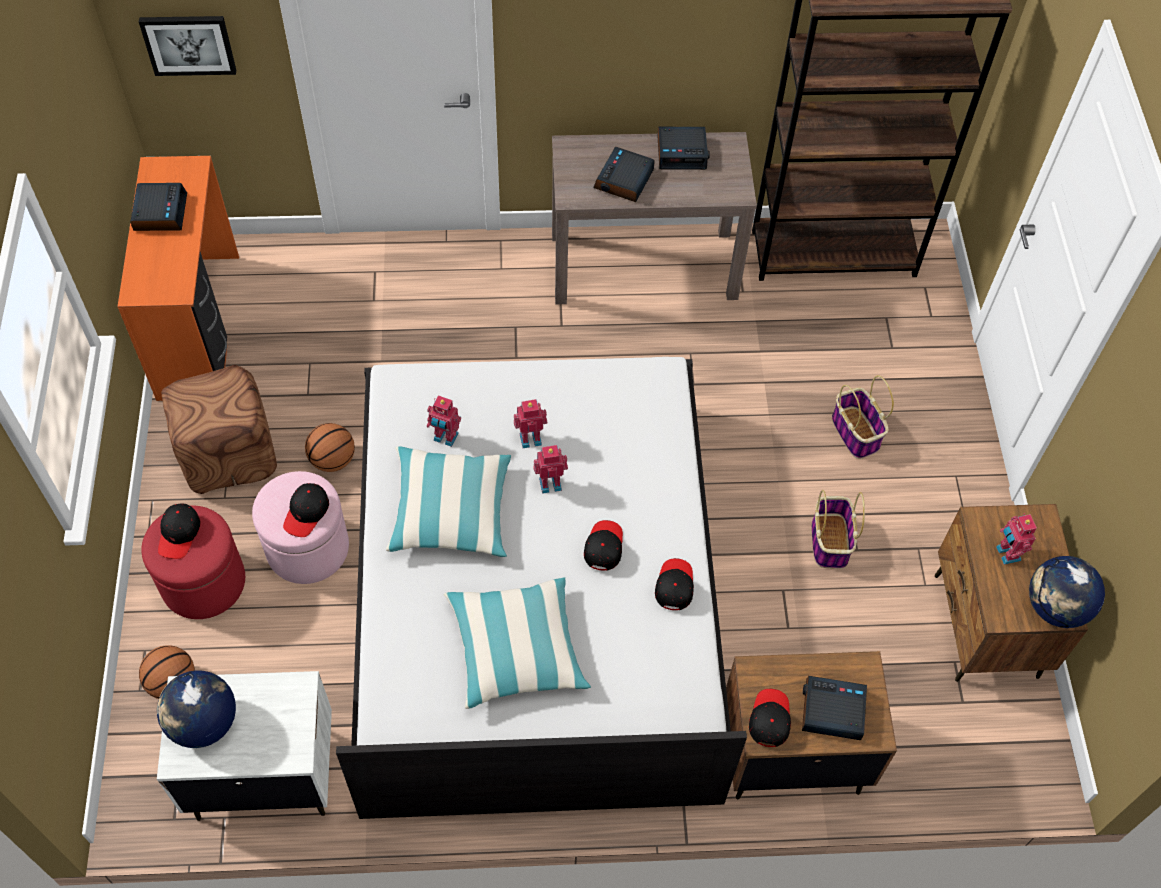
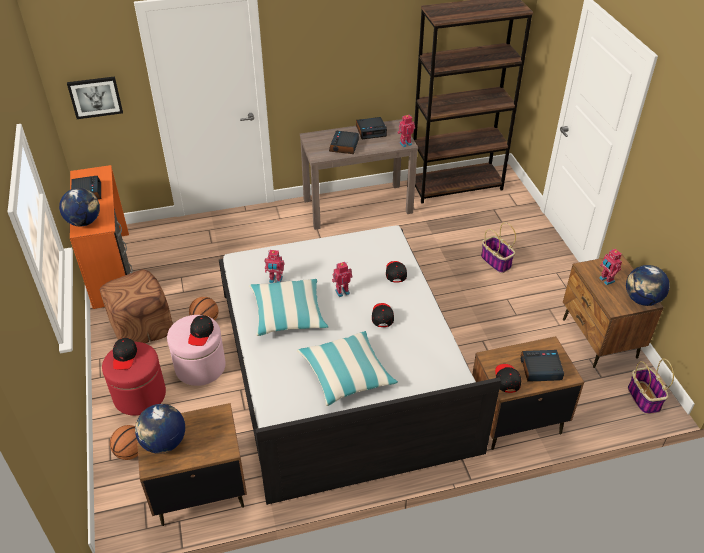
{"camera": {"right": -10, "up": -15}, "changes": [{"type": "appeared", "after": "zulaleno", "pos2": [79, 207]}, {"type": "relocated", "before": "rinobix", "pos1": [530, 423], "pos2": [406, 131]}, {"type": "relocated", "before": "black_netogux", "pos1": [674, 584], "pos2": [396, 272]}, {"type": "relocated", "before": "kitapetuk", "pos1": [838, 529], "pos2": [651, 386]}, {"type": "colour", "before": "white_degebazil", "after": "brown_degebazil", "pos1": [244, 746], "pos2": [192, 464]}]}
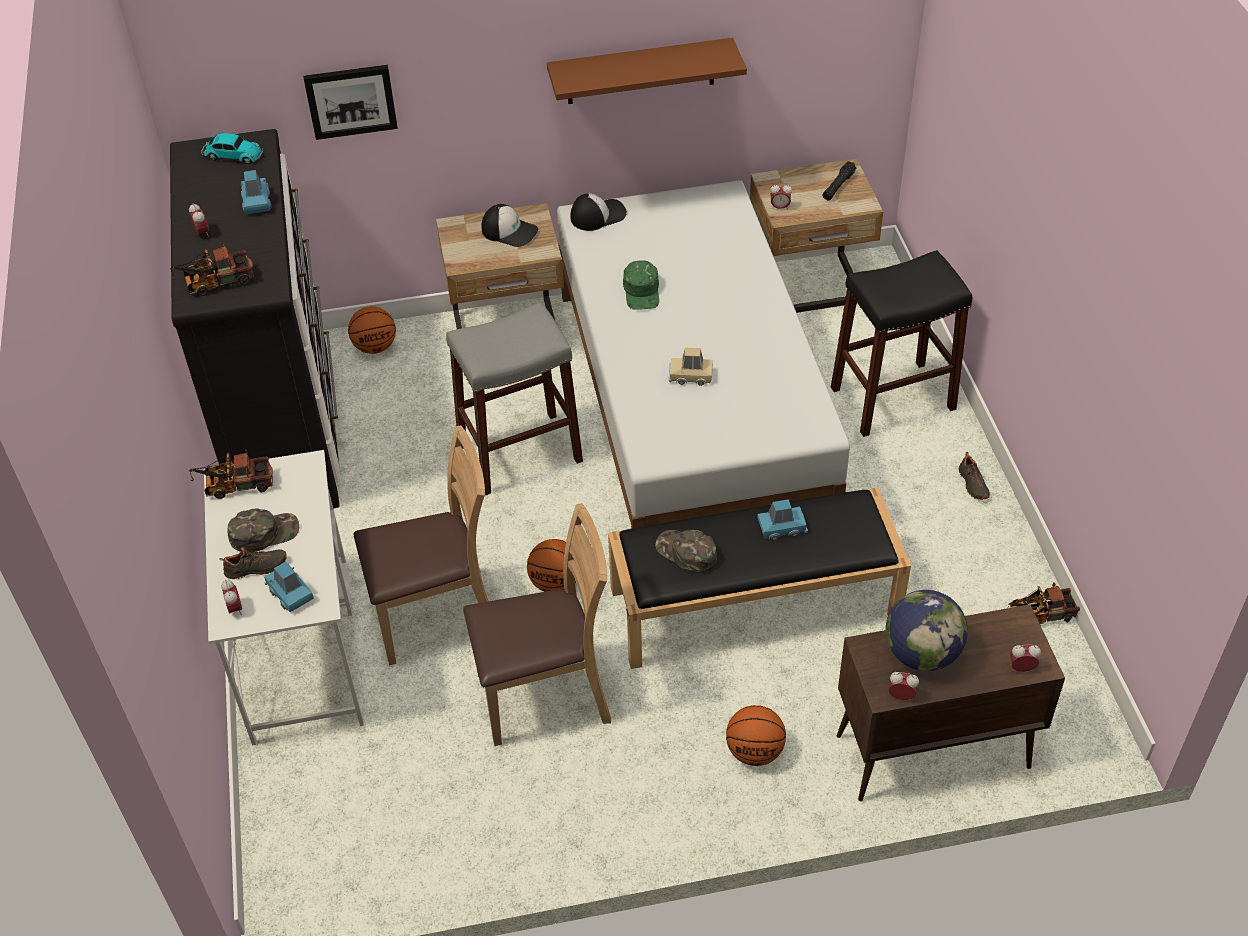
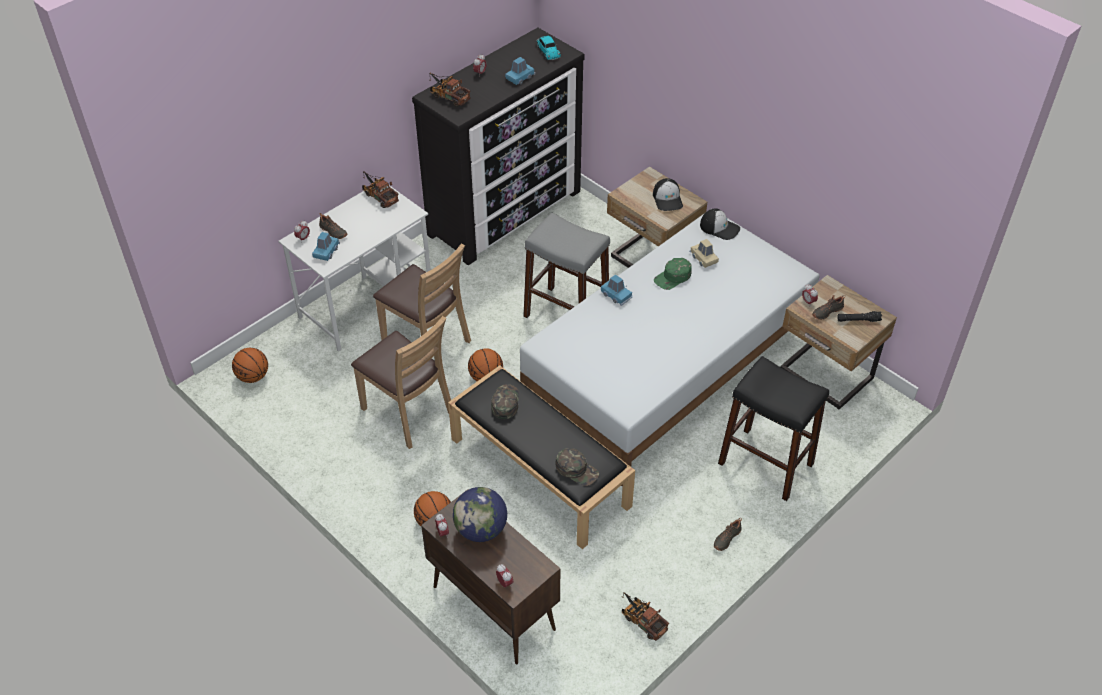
{"camera": {"right": 55, "up": 0}, "changes": [{"type": "missing", "before": "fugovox", "pos1": [350, 102]}, {"type": "missing", "before": "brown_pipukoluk", "pos1": [647, 71]}, {"type": "appeared", "after": "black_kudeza", "pos2": [828, 307]}, {"type": "relocated", "before": "green_netogux", "pos1": [263, 530], "pos2": [577, 467]}, {"type": "relocated", "before": "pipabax", "pos1": [372, 330], "pos2": [250, 365]}, {"type": "relocated", "before": "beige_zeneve", "pos1": [691, 367], "pos2": [704, 253]}, {"type": "relocated", "before": "blue_zeneve", "pos1": [782, 519], "pos2": [617, 290]}]}
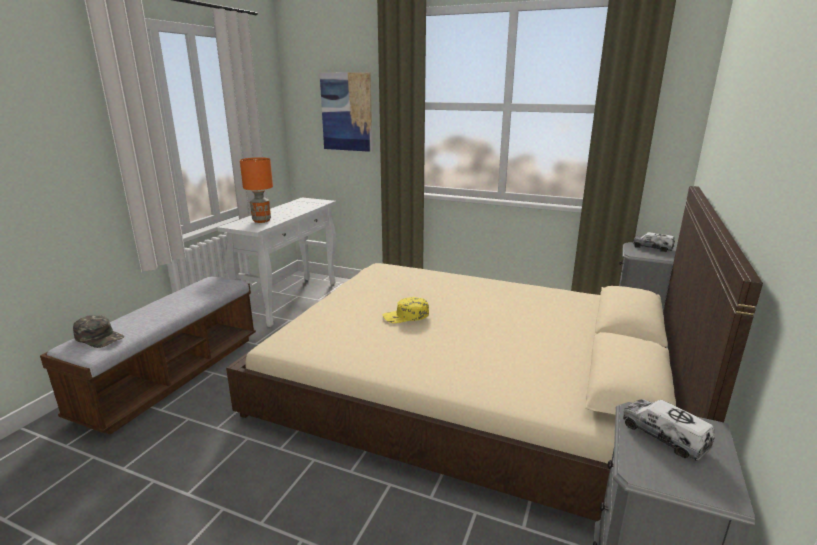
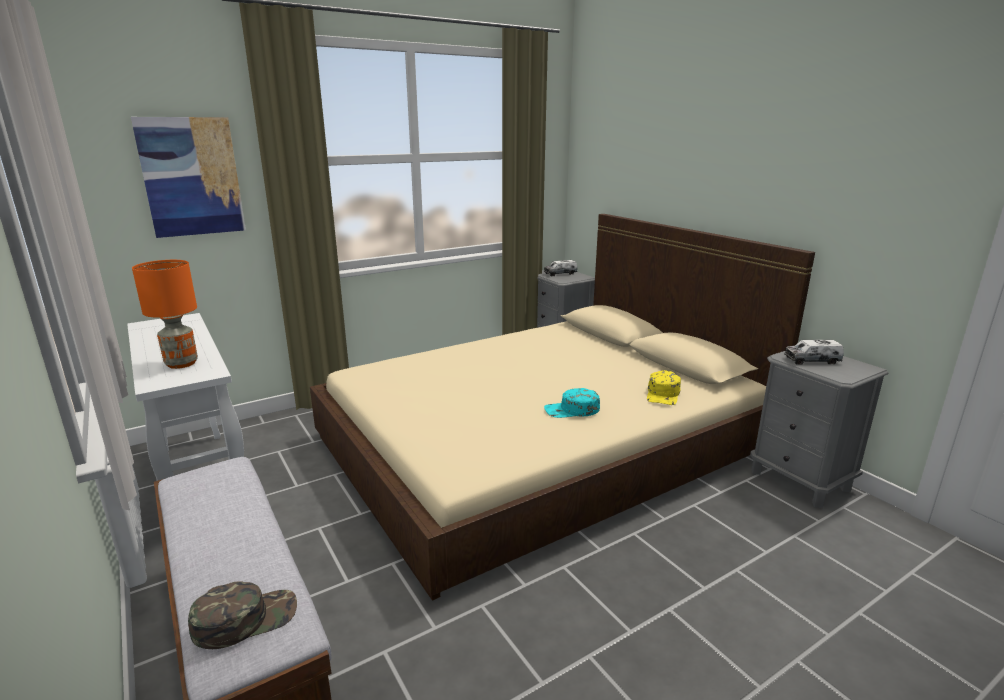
{"camera": {"right": -55, "up": 0}, "changes": [{"type": "appeared", "after": "turquoise_netogux", "pos2": [572, 403]}, {"type": "relocated", "before": "yellow_netogux", "pos1": [406, 310], "pos2": [664, 387]}]}
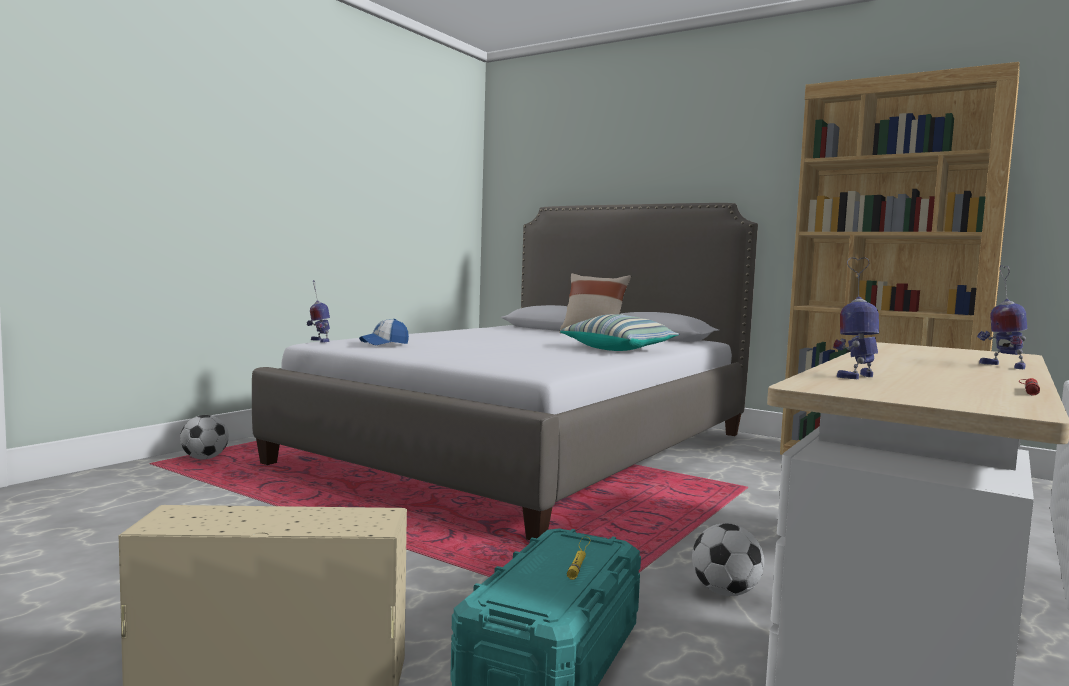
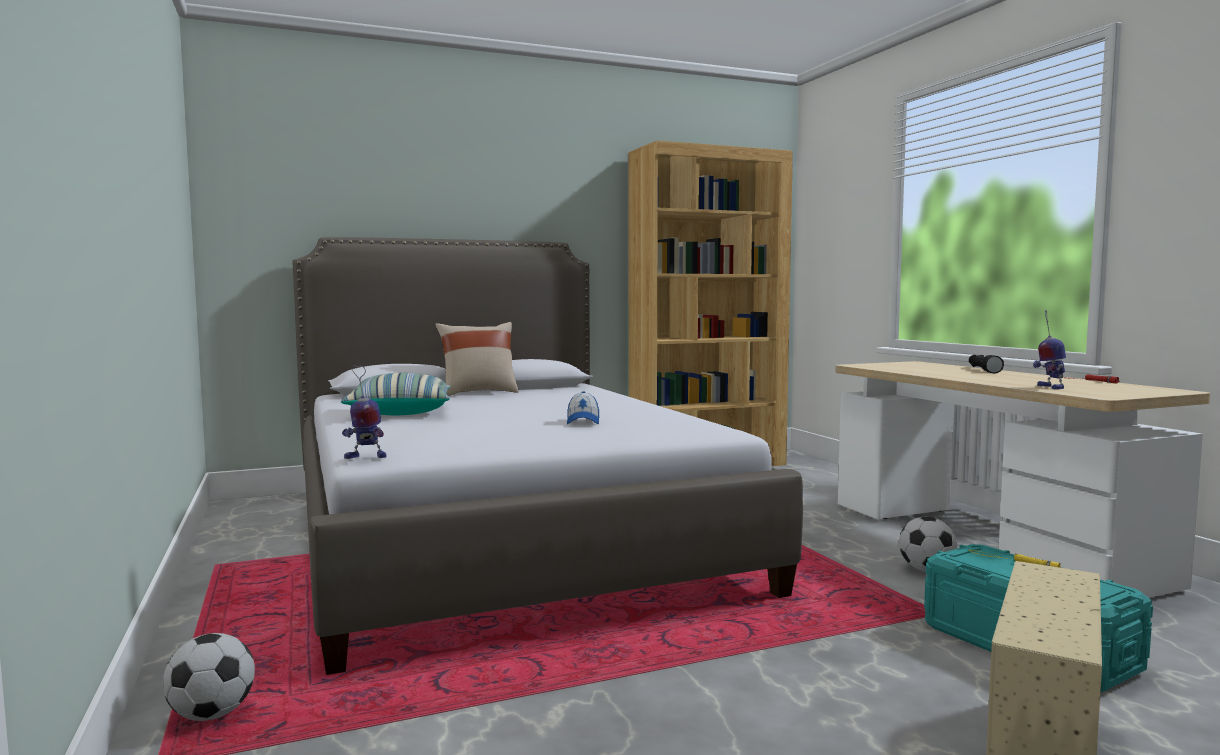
{"camera": {"right": -55, "up": 0}, "changes": [{"type": "relocated", "before": "netogux", "pos1": [384, 332], "pos2": [583, 407]}, {"type": "relocated", "before": "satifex", "pos1": [620, 332], "pos2": [396, 393]}, {"type": "exchanged", "before": "rinobix", "after": "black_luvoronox", "pos1": [1002, 317], "pos2": [986, 364]}]}
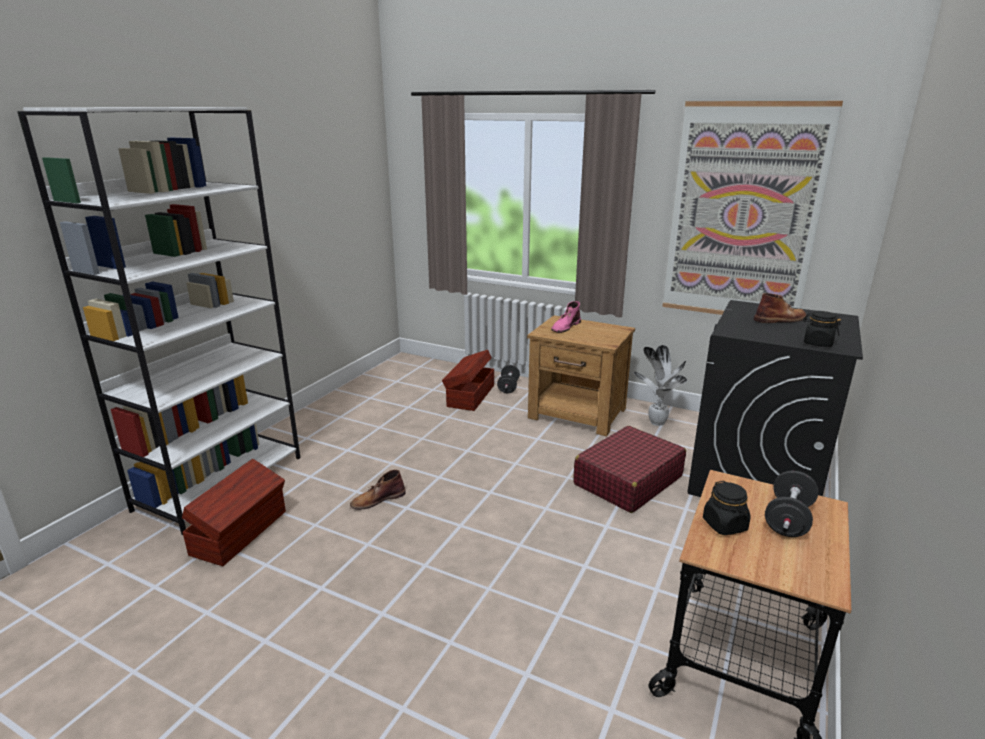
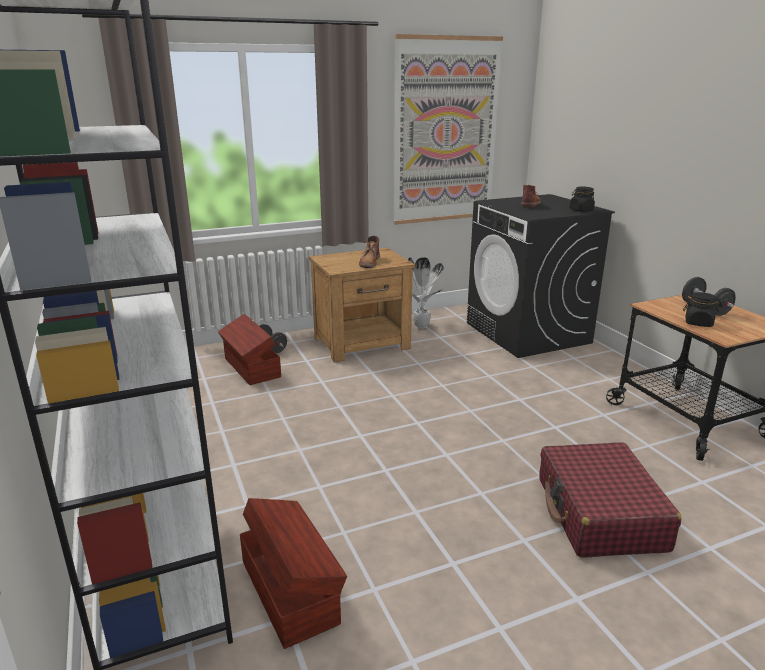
{"camera": {"right": -50, "up": 0}, "changes": [{"type": "missing", "before": "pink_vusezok", "pos1": [566, 317]}, {"type": "relocated", "before": "brown_vusezok", "pos1": [378, 490], "pos2": [369, 252]}, {"type": "relocated", "before": "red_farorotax", "pos1": [629, 469], "pos2": [610, 500]}]}
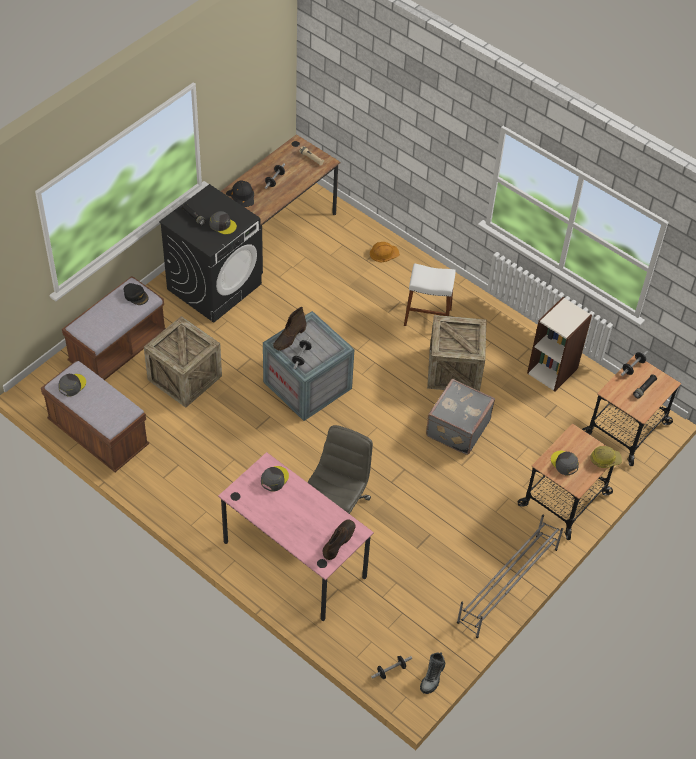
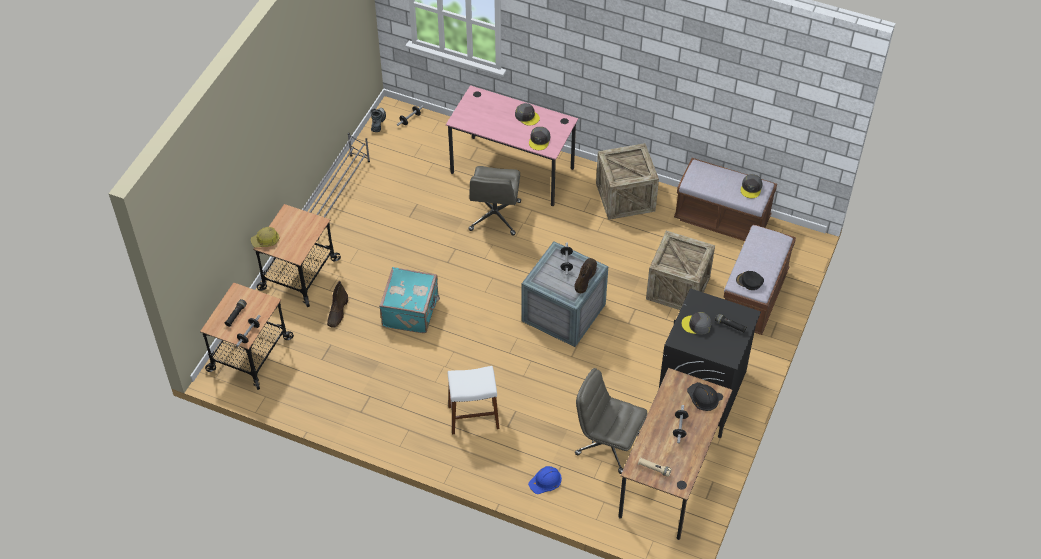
{"camera": {"right": 165, "up": 0}, "changes": [{"type": "missing", "before": "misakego", "pos1": [559, 344]}, {"type": "appeared", "after": "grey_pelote", "pos2": [611, 421]}, {"type": "relocated", "before": "brown_vusezok", "pos1": [339, 539], "pos2": [337, 304]}, {"type": "relocated", "before": "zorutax", "pos1": [456, 353], "pos2": [627, 181]}, {"type": "relocated", "before": "grey_netogux", "pos1": [565, 463], "pos2": [527, 114]}, {"type": "colour", "before": "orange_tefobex", "after": "blue_tefobex", "pos1": [385, 252], "pos2": [545, 480]}, {"type": "colour", "before": "grey_farorotax", "after": "turquoise_farorotax", "pos1": [460, 417], "pos2": [409, 300]}]}
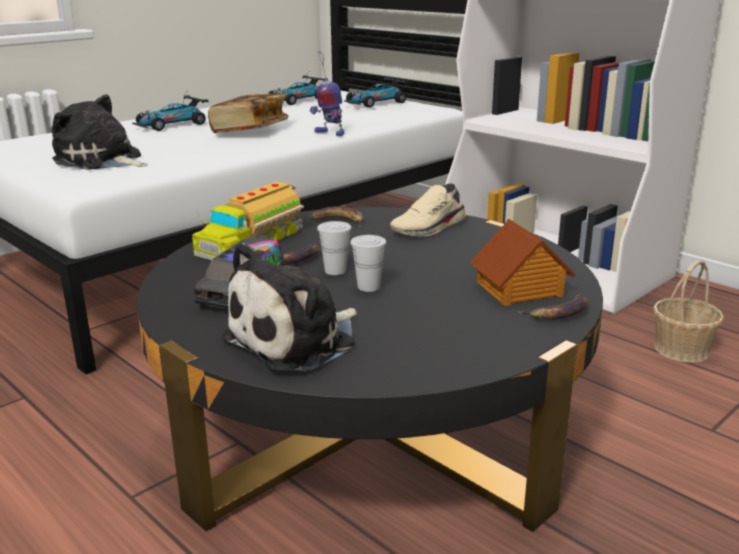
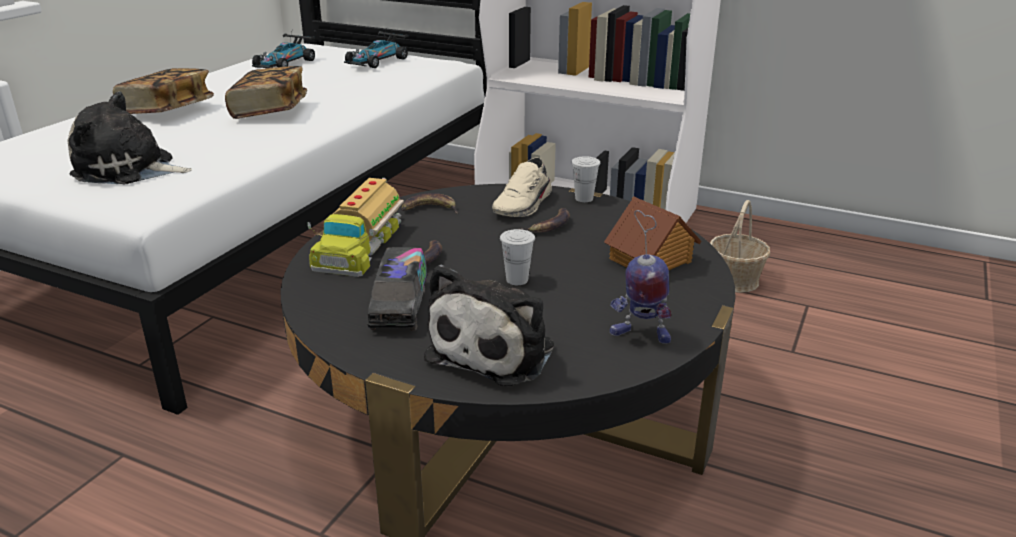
{"camera": {"right": -20, "up": 5}, "changes": [{"type": "relocated", "before": "rinobix", "pos1": [327, 93], "pos2": [640, 277]}, {"type": "relocated", "before": "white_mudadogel", "pos1": [334, 248], "pos2": [585, 179]}, {"type": "relocated", "before": "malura", "pos1": [553, 307], "pos2": [545, 220]}, {"type": "exchanged", "before": "zeneve", "after": "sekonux", "pos1": [170, 112], "pos2": [163, 91]}]}
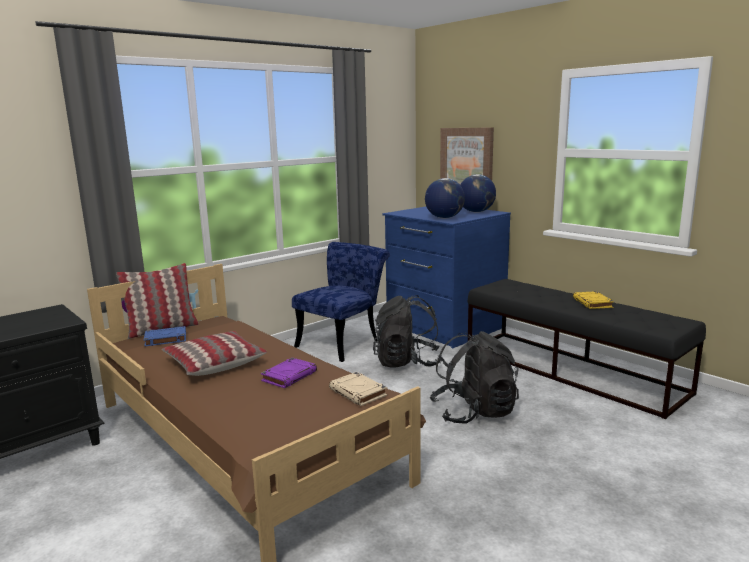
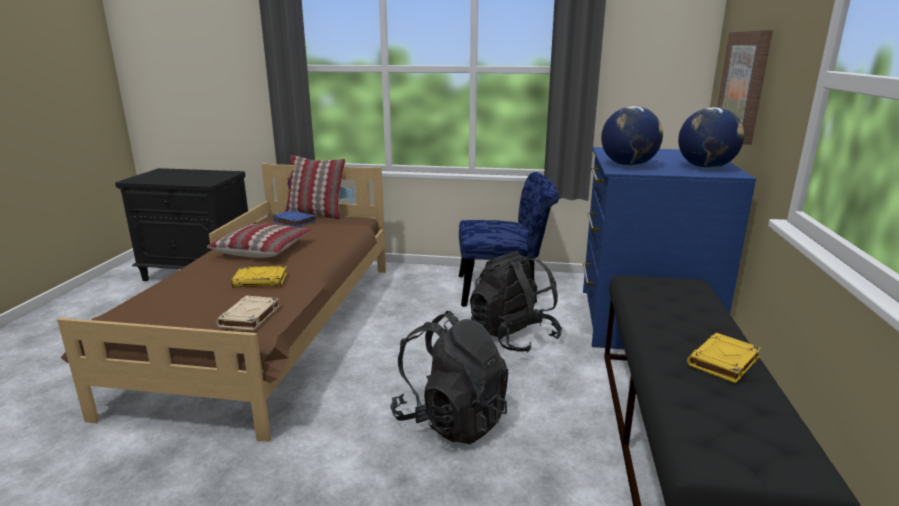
{"camera": {"right": 50, "up": 5}, "changes": [{"type": "colour", "before": "purple_sekonux", "after": "yellow_sekonux", "pos1": [289, 372], "pos2": [259, 277]}]}
